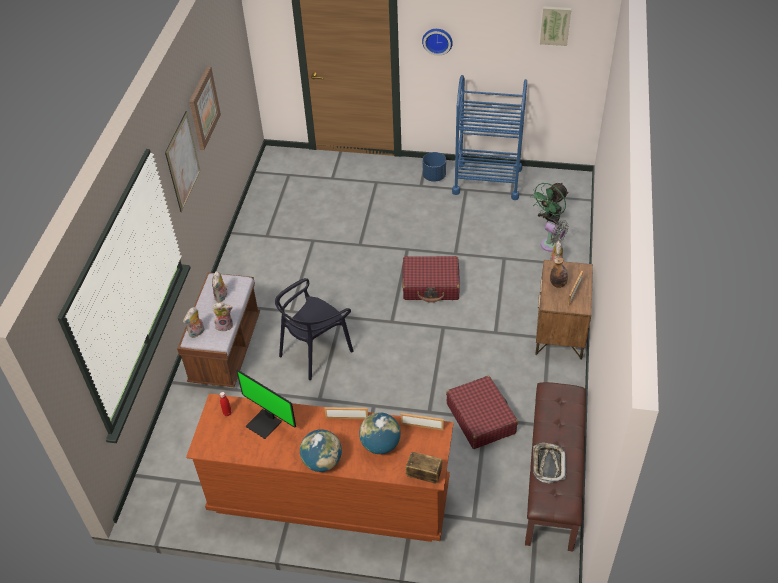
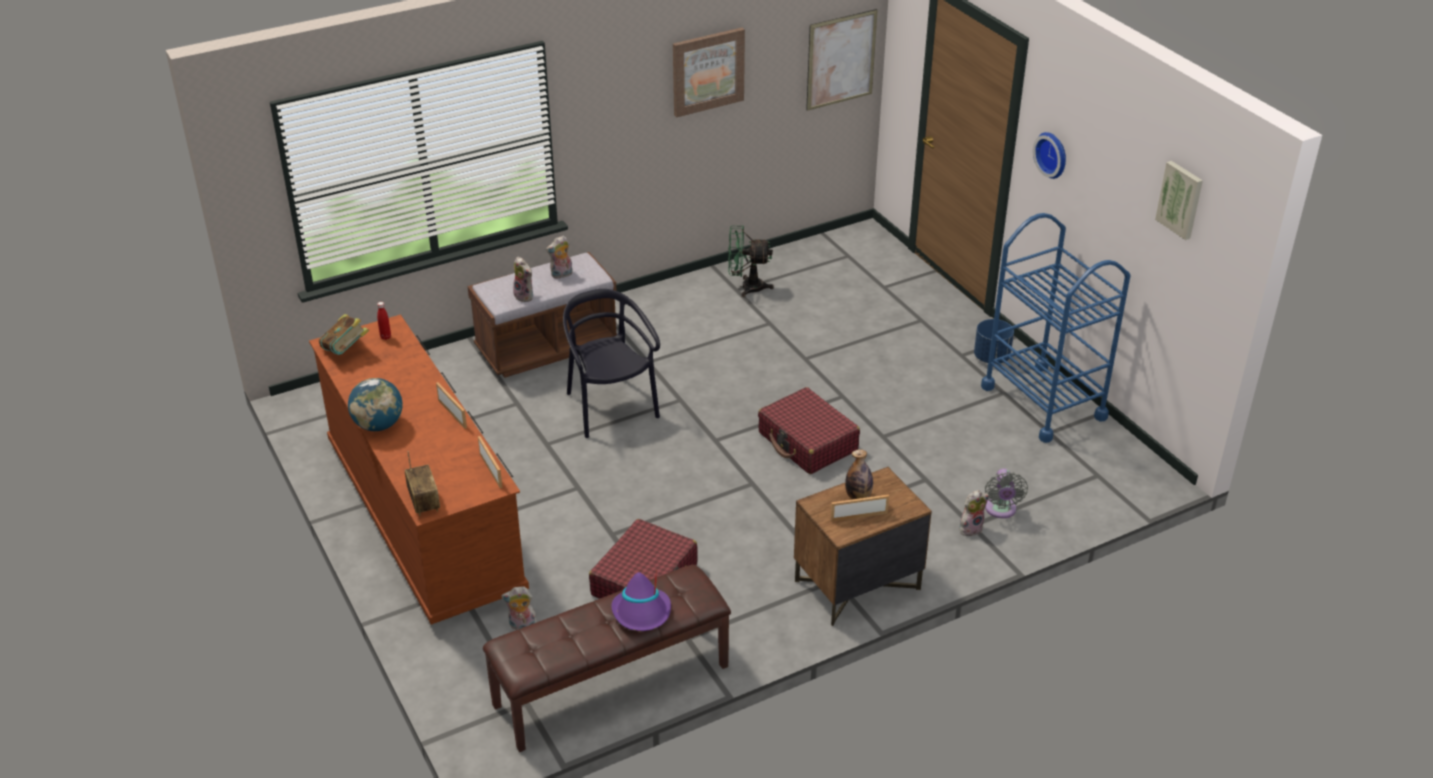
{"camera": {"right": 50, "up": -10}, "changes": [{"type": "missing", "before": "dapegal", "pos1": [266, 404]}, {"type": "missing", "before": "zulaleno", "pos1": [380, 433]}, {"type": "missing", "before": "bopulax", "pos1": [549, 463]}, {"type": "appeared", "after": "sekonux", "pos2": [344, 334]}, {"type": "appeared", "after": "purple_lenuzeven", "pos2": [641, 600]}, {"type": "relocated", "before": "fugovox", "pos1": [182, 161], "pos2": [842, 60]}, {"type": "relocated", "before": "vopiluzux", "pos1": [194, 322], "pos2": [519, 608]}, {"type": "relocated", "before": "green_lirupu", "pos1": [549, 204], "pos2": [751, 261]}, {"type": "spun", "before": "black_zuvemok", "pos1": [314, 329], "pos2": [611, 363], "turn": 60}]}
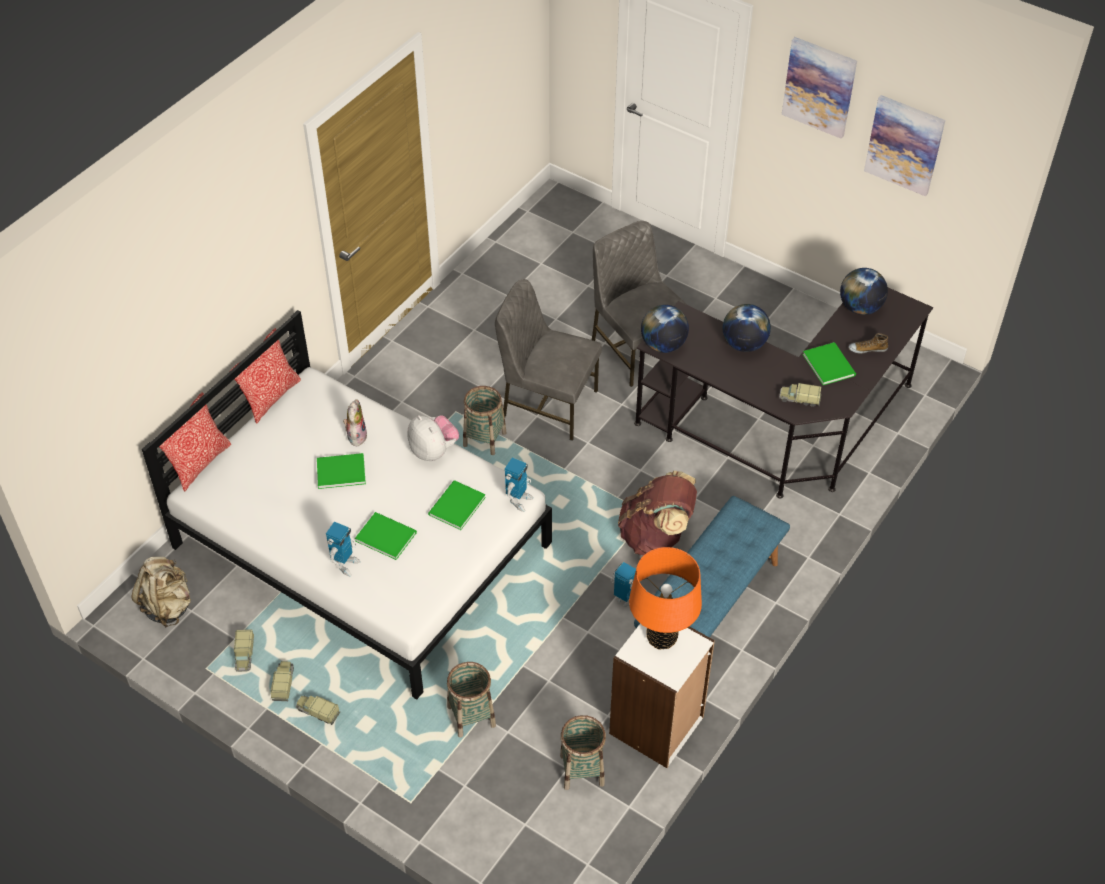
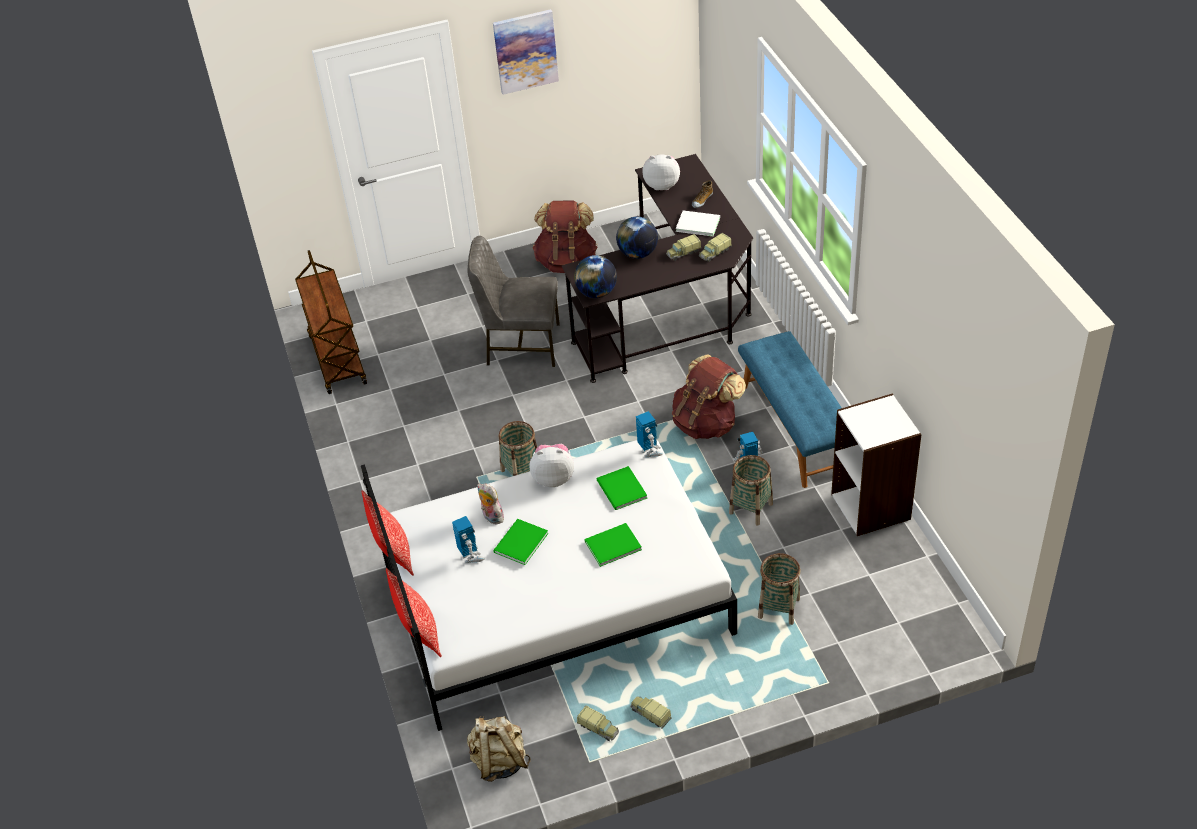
{"camera": {"right": -50, "up": -5}, "changes": [{"type": "missing", "before": "grey_zuvemok", "pos1": [548, 360]}, {"type": "missing", "before": "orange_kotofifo", "pos1": [665, 598]}, {"type": "missing", "before": "fugovox", "pos1": [904, 145]}, {"type": "appeared", "after": "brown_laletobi", "pos2": [331, 322]}, {"type": "appeared", "after": "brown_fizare", "pos2": [565, 236]}, {"type": "relocated", "before": "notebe", "pos1": [318, 710], "pos2": [684, 247]}, {"type": "relocated", "before": "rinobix", "pos1": [343, 549], "pos2": [468, 539]}, {"type": "relocated", "before": "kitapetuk", "pos1": [583, 752], "pos2": [751, 490]}, {"type": "exchanged", "before": "zulaleno", "after": "vopiluzux", "pos1": [864, 291], "pos2": [661, 172]}, {"type": "colour", "before": "green_sekonux", "after": "white_sekonux", "pos1": [829, 363], "pos2": [698, 223]}]}
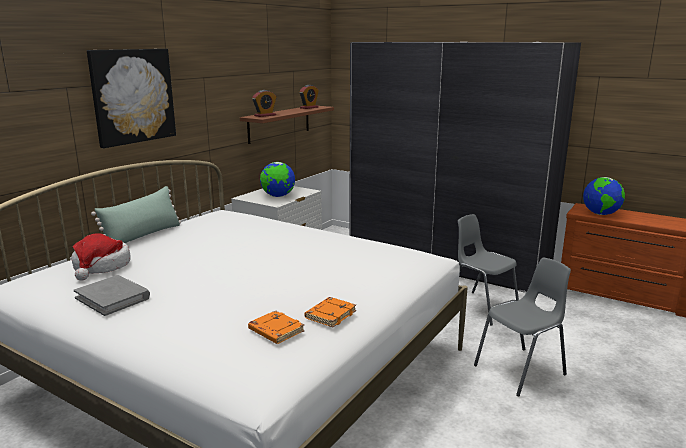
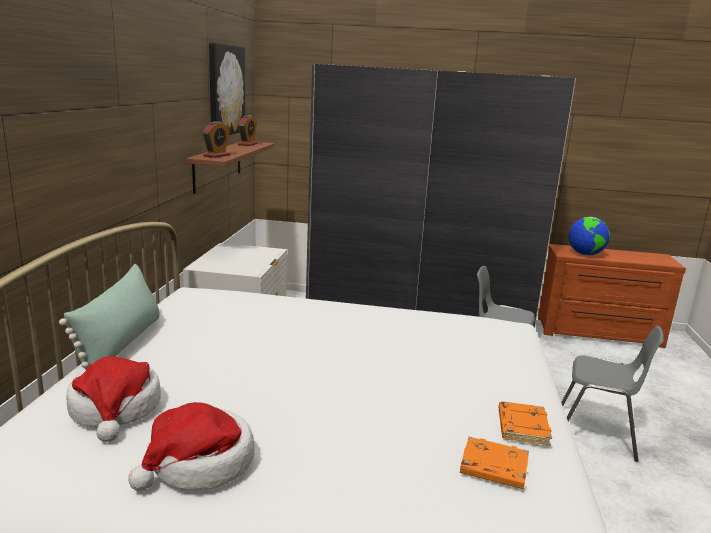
{"camera": {"right": -25, "up": 0}, "changes": [{"type": "missing", "before": "zulaleno", "pos1": [277, 179]}, {"type": "relocated", "before": "fugovox", "pos1": [131, 98], "pos2": [227, 88]}, {"type": "exchanged", "before": "grey_sekonux", "after": "lenuzeven", "pos1": [112, 295], "pos2": [191, 446]}, {"type": "spun", "before": "grey_zuvemok", "pos1": [522, 327], "pos2": [612, 394], "turn": 75}]}
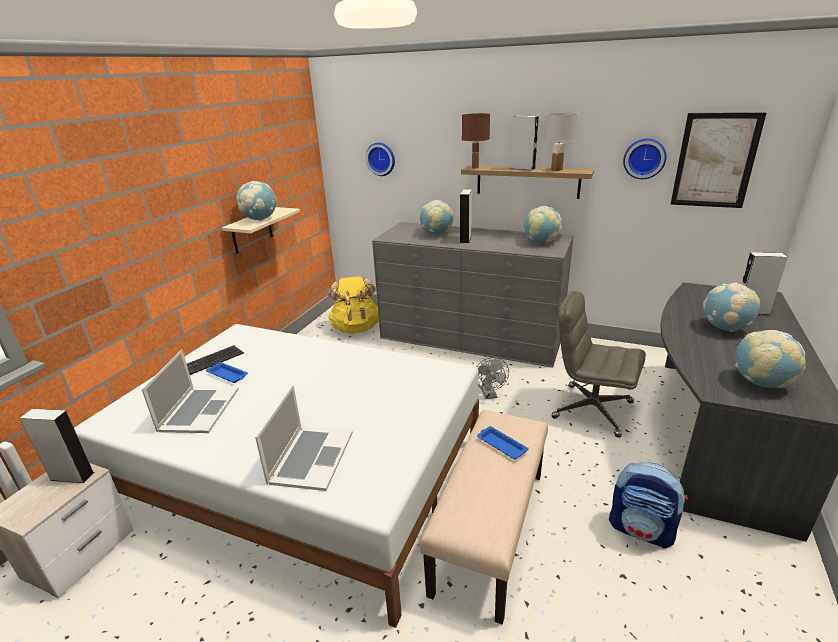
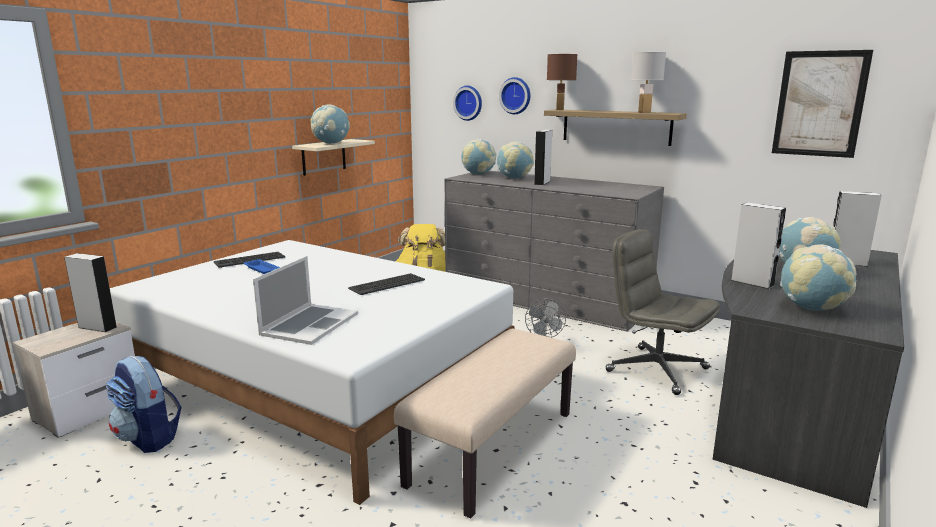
{"camera": {"right": 10, "up": -10}, "changes": [{"type": "missing", "before": "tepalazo", "pos1": [190, 391]}, {"type": "missing", "before": "blue_bopulax", "pos1": [503, 443]}, {"type": "appeared", "after": "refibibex", "pos2": [386, 284]}, {"type": "relocated", "before": "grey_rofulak", "pos1": [524, 143], "pos2": [758, 245]}, {"type": "relocated", "before": "zulaleno", "pos1": [543, 225], "pos2": [478, 156]}, {"type": "relocated", "before": "fizare", "pos1": [648, 505], "pos2": [144, 404]}, {"type": "relocated", "before": "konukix", "pos1": [645, 158], "pos2": [514, 95]}]}
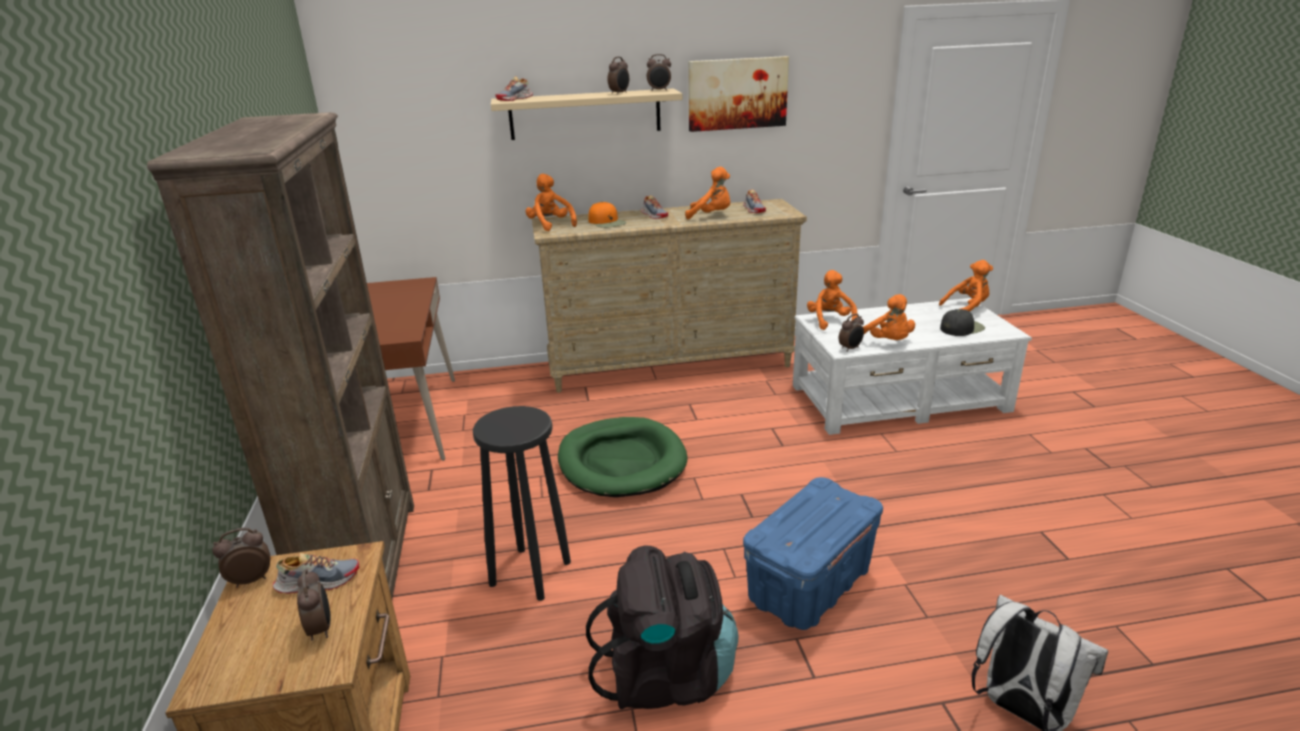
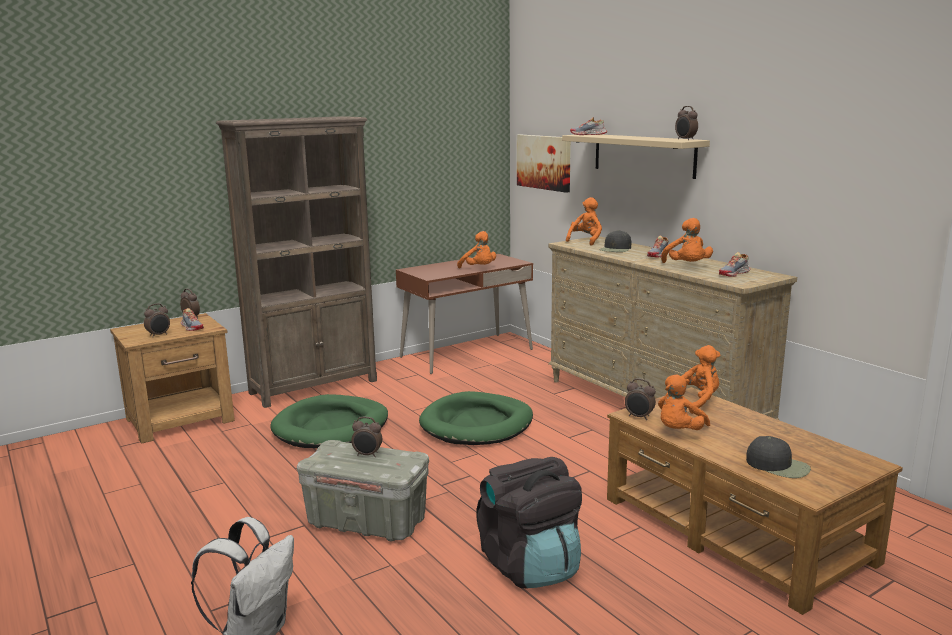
{"camera": {"right": 65, "up": -10}, "changes": [{"type": "relocated", "before": "black_fizare", "pos1": [662, 627], "pos2": [529, 522]}, {"type": "relocated", "before": "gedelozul", "pos1": [618, 76], "pos2": [366, 437]}, {"type": "relocated", "before": "fugovox", "pos1": [738, 94], "pos2": [544, 163]}, {"type": "relocated", "before": "orange_vopiluzux", "pos1": [966, 286], "pos2": [476, 249]}, {"type": "exchanged", "before": "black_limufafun", "after": "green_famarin", "pos1": [522, 503], "pos2": [329, 421]}, {"type": "colour", "before": "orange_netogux", "after": "black_netogux", "pos1": [607, 215], "pos2": [615, 241]}, {"type": "colour", "before": "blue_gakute", "after": "grey_gakute", "pos1": [813, 553], "pos2": [363, 491]}, {"type": "colour", "before": "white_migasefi", "after": "brown_migasefi", "pos1": [912, 366], "pos2": [755, 501]}]}
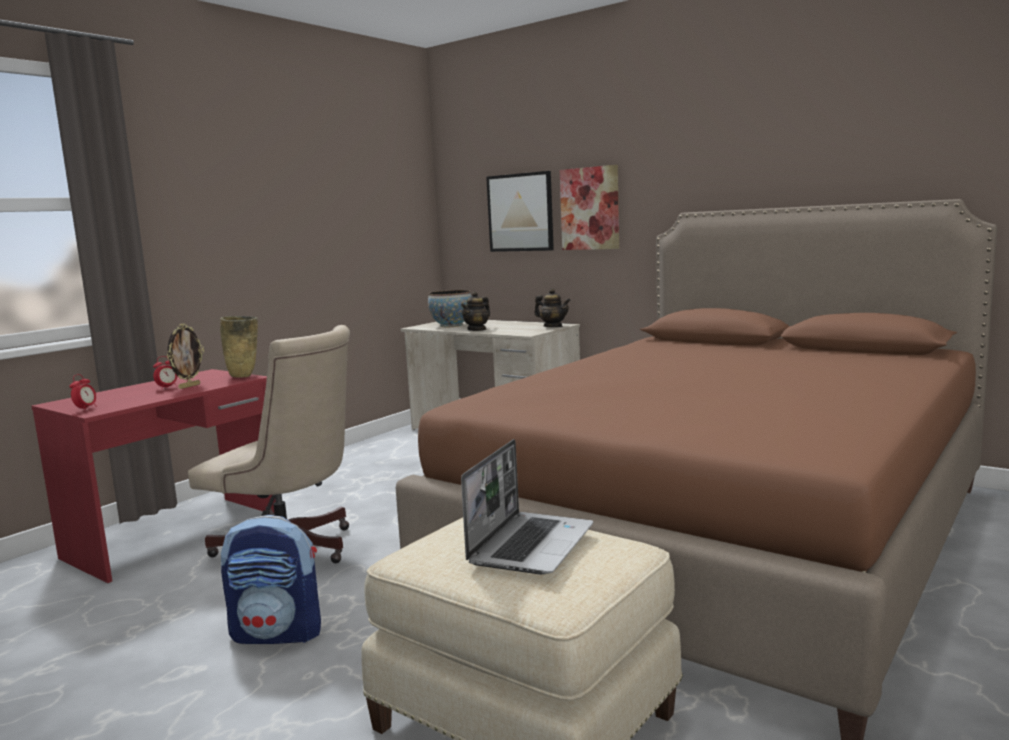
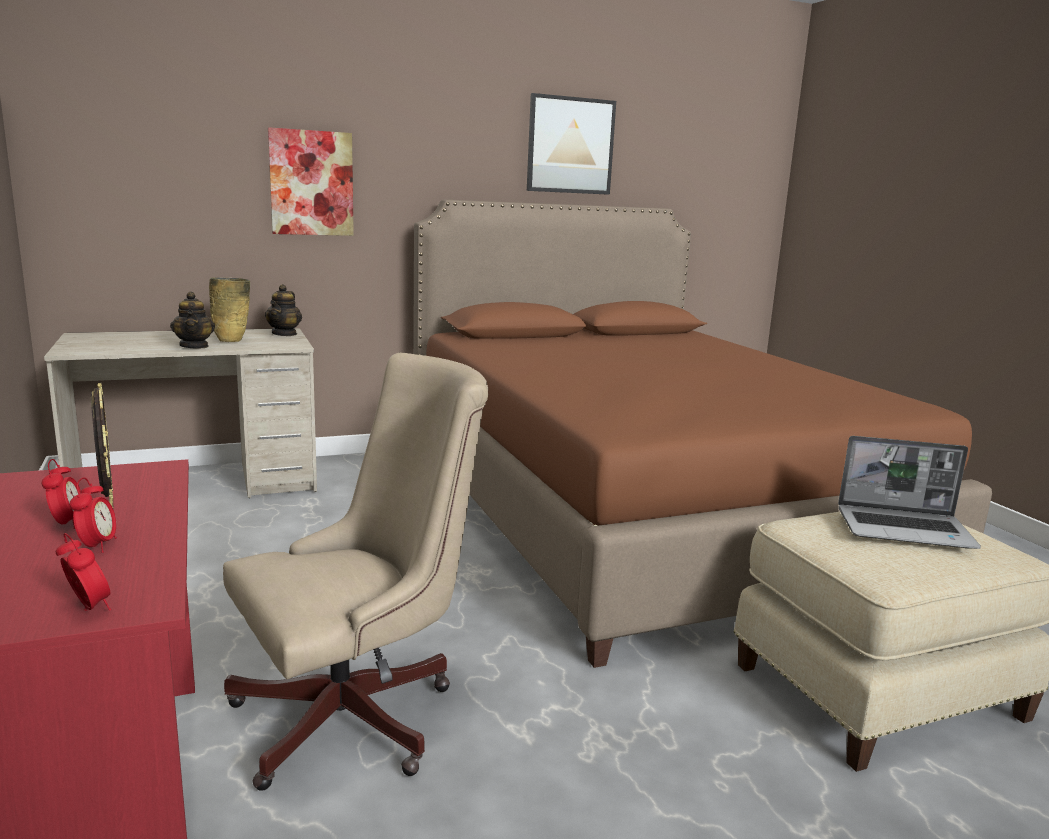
{"camera": {"right": -60, "up": 5}, "changes": [{"type": "missing", "before": "fizare", "pos1": [271, 579]}, {"type": "missing", "before": "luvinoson", "pos1": [450, 308]}, {"type": "appeared", "after": "gedelozul", "pos2": [93, 515]}, {"type": "relocated", "before": "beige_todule", "pos1": [239, 347], "pos2": [229, 310]}, {"type": "relocated", "before": "fugovox", "pos1": [520, 211], "pos2": [571, 144]}, {"type": "spun", "before": "tepalazo", "pos1": [527, 506], "pos2": [909, 492], "turn": 135}, {"type": "spun", "before": "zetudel", "pos1": [552, 307], "pos2": [283, 310], "turn": 120}]}
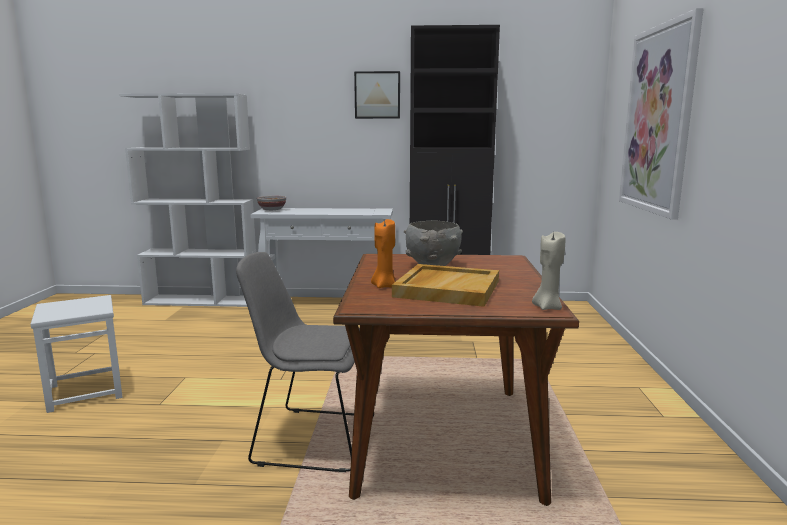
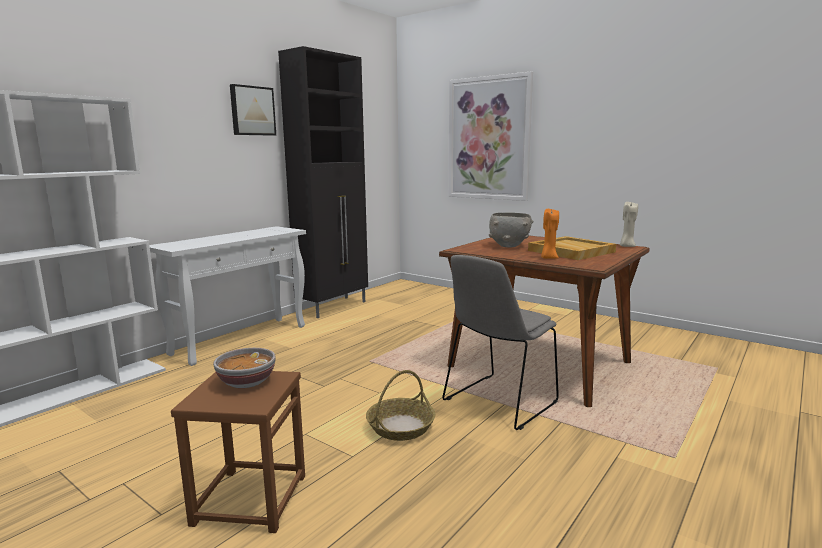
{"camera": {"right": -55, "up": 0}, "changes": [{"type": "appeared", "after": "kitapetuk", "pos2": [401, 405]}, {"type": "relocated", "before": "luvinoson", "pos1": [271, 203], "pos2": [244, 368]}, {"type": "colour", "before": "white_limufafun", "after": "brown_limufafun", "pos1": [76, 354], "pos2": [238, 452]}]}
